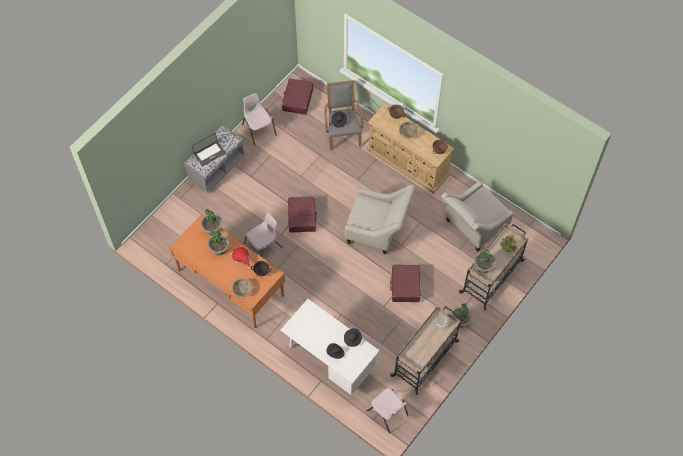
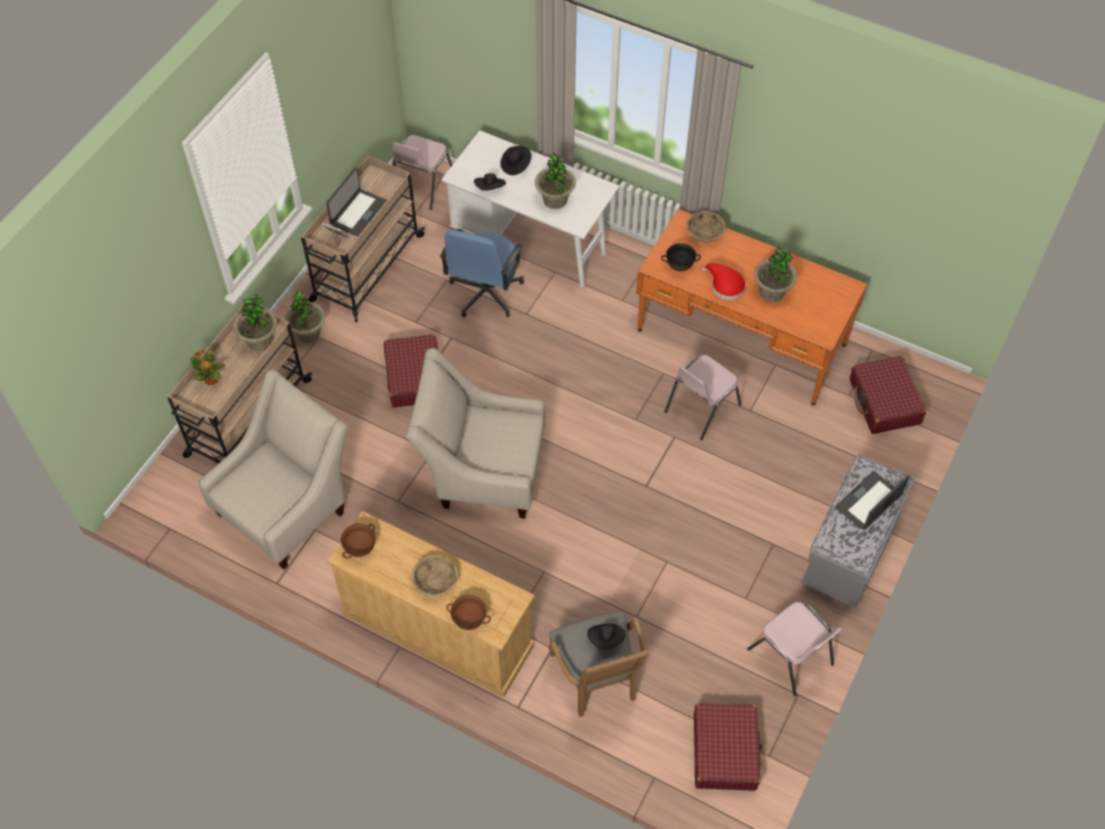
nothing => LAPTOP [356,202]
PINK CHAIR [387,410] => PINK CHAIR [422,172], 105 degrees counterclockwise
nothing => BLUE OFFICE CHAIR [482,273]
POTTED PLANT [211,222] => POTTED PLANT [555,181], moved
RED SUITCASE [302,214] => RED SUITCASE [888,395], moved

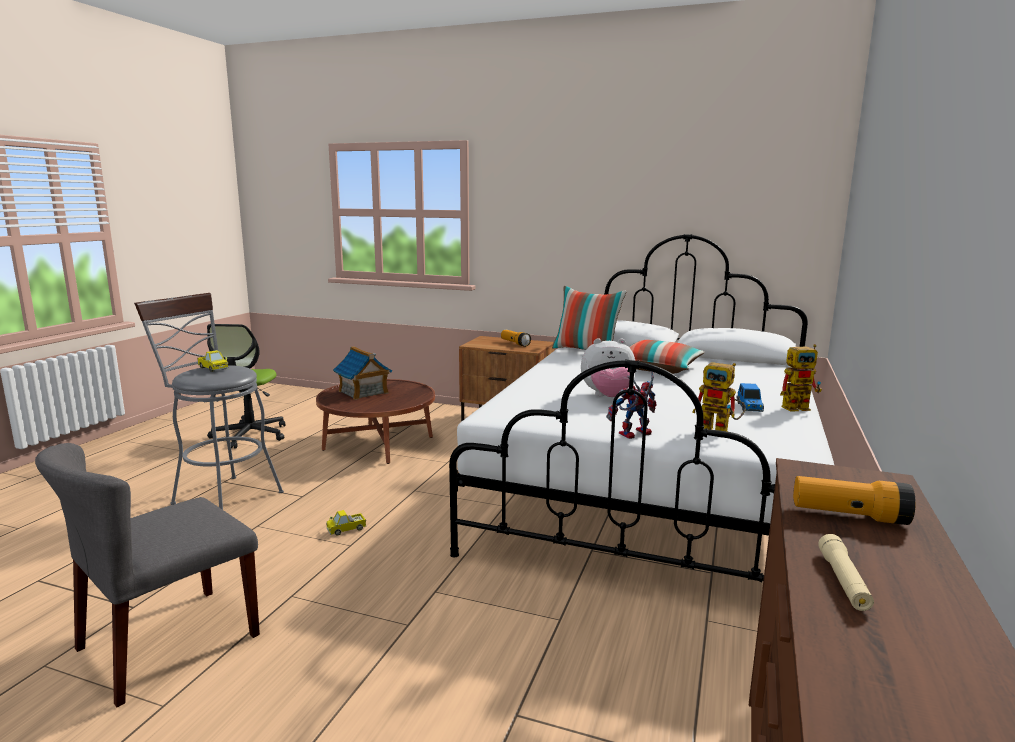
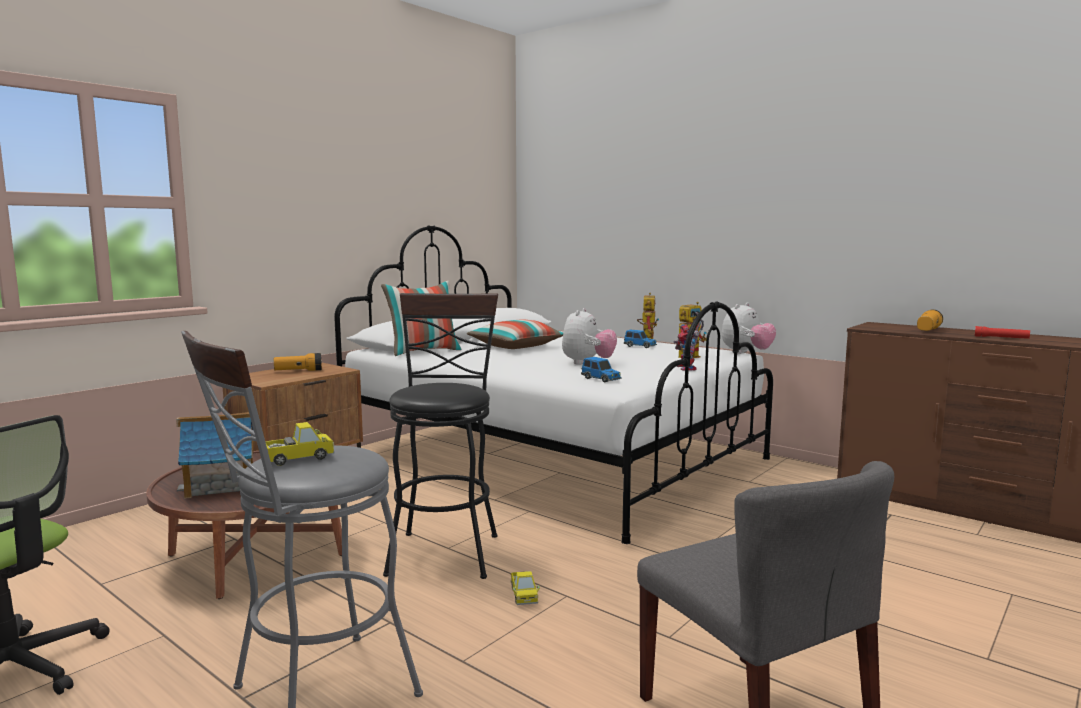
nothing => BLACK STOOL [440,436]
nothing => TOY CAR [601,370]
nothing => PLUSH TOY [749,328]
BEIGE FLASHLIGHT [846,572] => RED FLASHLIGHT [1002,332]

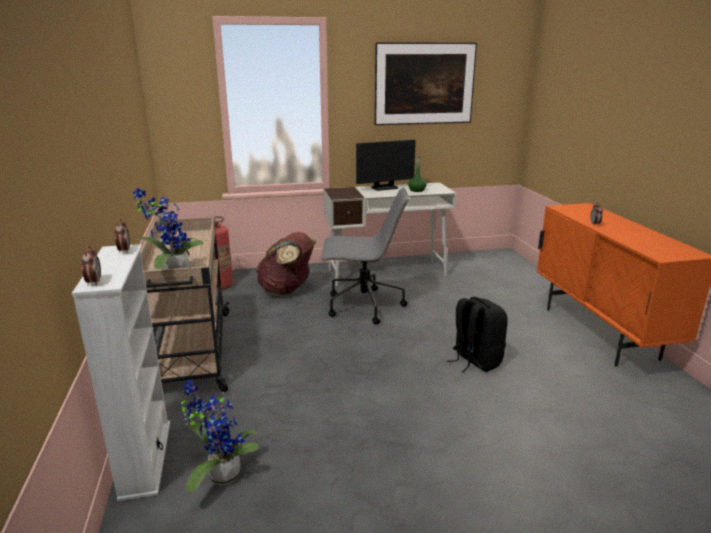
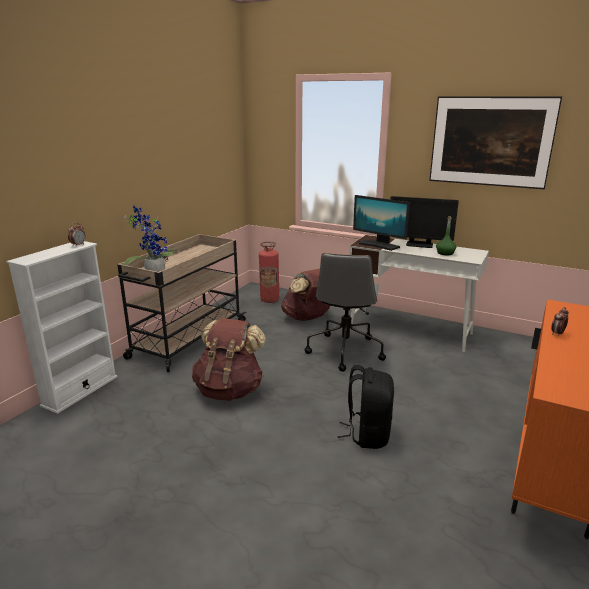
nothing => BROWN BACKPACK [229,359]
GREY OFFICE CHAIR [365,256] => GREY OFFICE CHAIR [345,312], 60 degrees clockwise
nothing => MONITOR [381,223]
ALARM CLOCK [91,265] => nothing
POTTED PLANT [219,435] => nothing

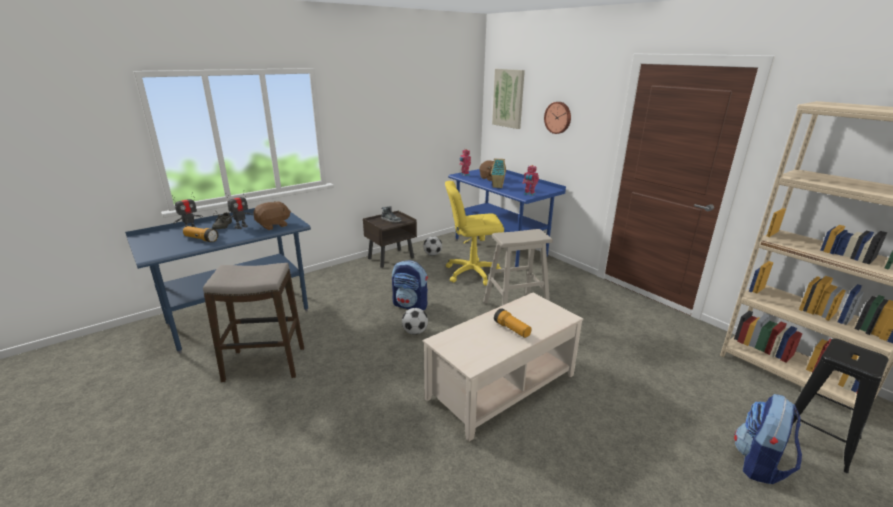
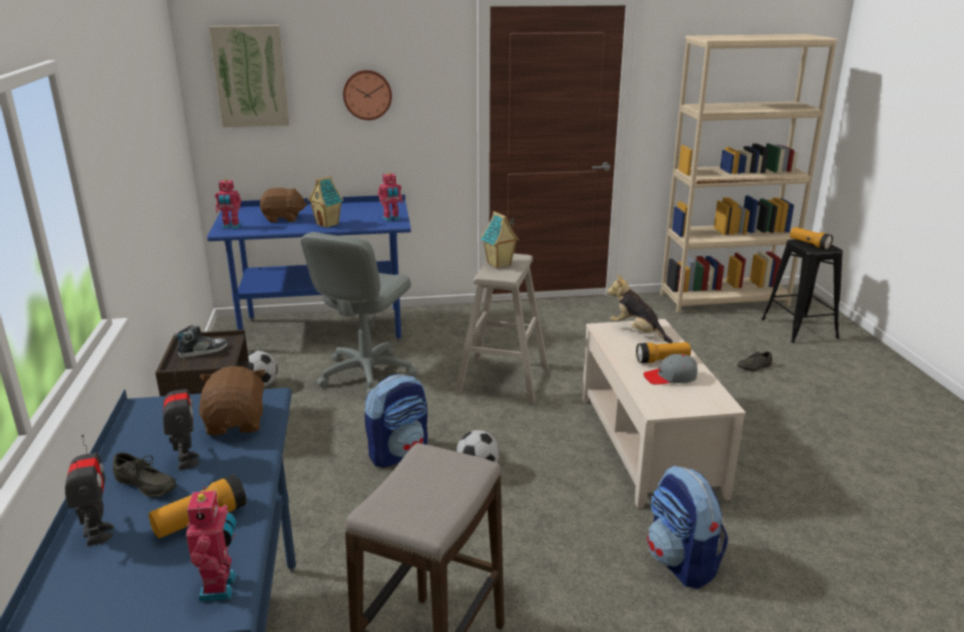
nothing => TOY ROBOT [211,544]
YELLOW OFFICE CHAIR [474,233] => GREY OFFICE CHAIR [359,314]
nothing => TOY HOUSE [499,240]
nothing => PLUSH TOY [640,308]
nothing => GREY CAP [670,369]
BACKPACK [768,439] => BACKPACK [687,527], moved
nothing => GREY SHOE [754,358]
nothing => FLASHLIGHT [811,238]

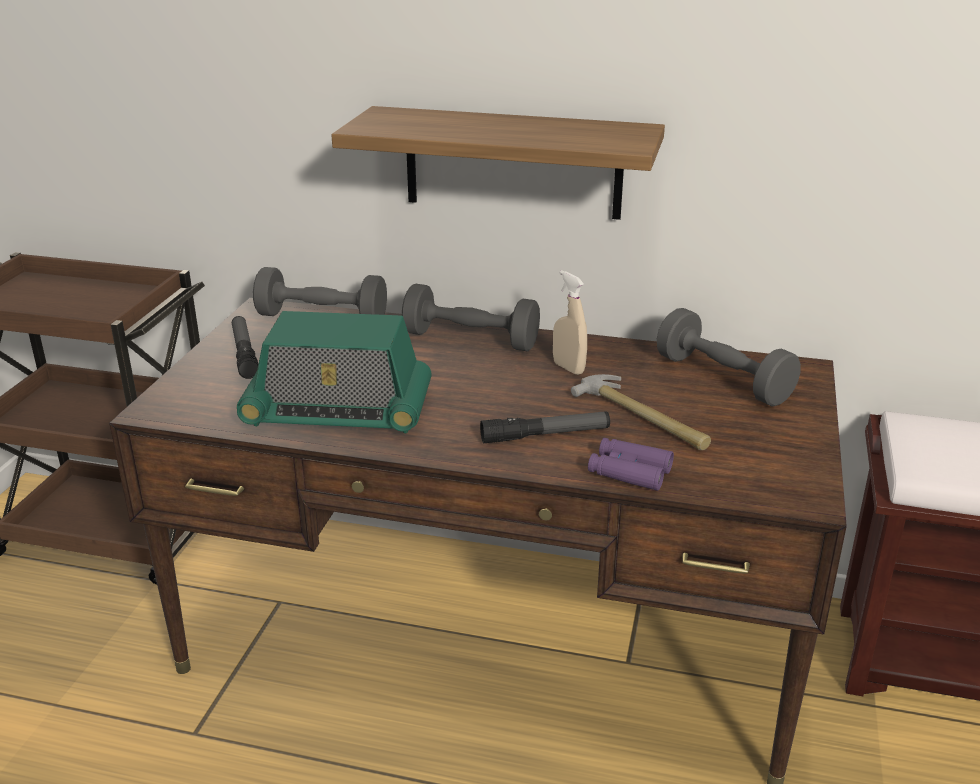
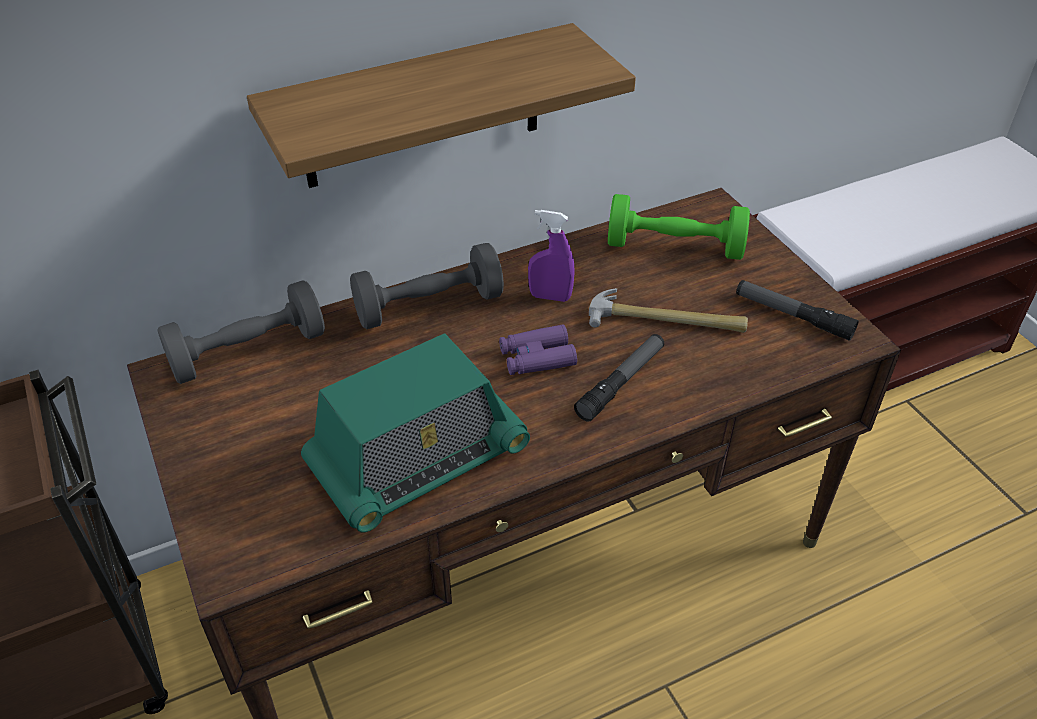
PURPLE BINOCULARS [631,464] => PURPLE BINOCULARS [538,349], moved
BEIGE SPRAY BOTTLE [570,322] => PURPLE SPRAY BOTTLE [551,256]
GREY DUMBBELL [729,357] => GREEN DUMBBELL [679,227]
FLASHLIGHT [245,347] => FLASHLIGHT [797,310], moved

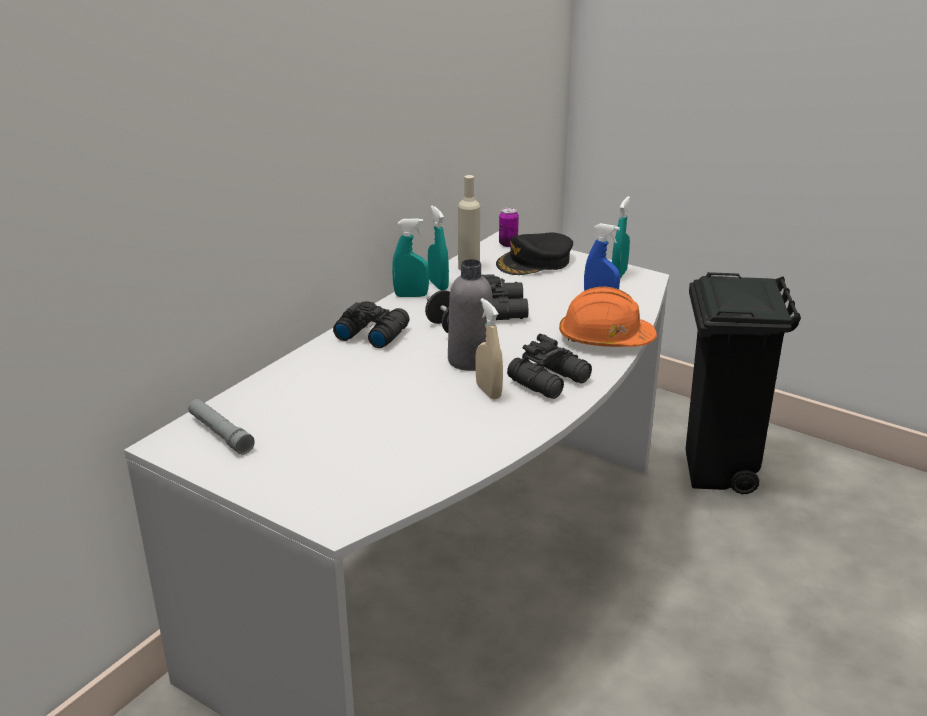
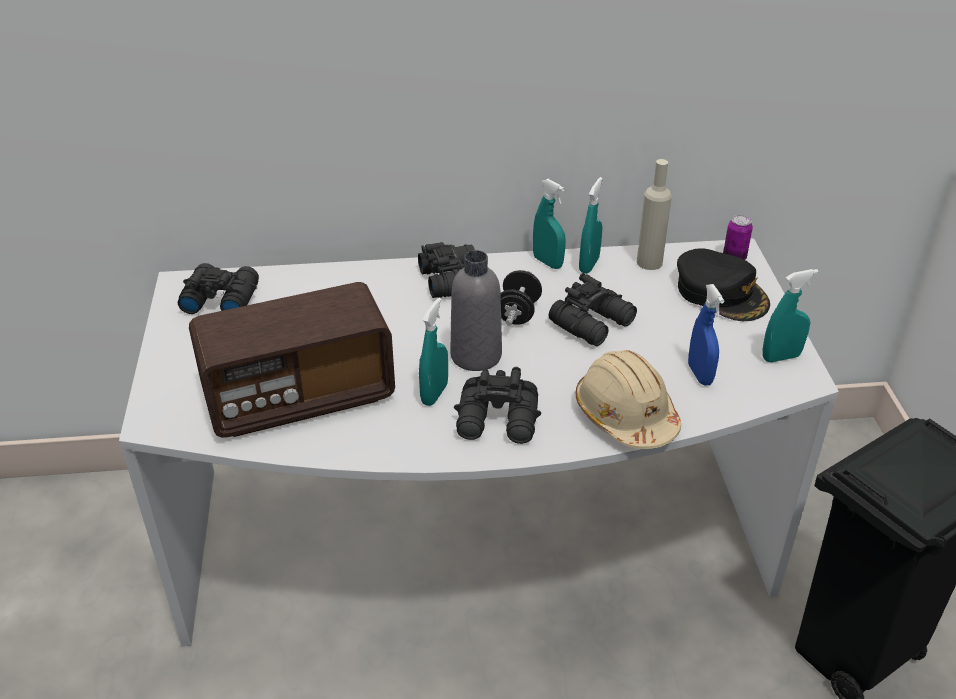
GREY FLASHLIGHT [221,426] => BLACK BINOCULARS [218,288]
nothing => RADIO [292,360]
BEIGE SPRAY BOTTLE [489,348] => TURQUOISE SPRAY BOTTLE [433,352]
ORANGE HARD HAT [608,317] => BEIGE HARD HAT [628,399]
BLACK CAP [534,253] => BLACK CAP [723,284], 150 degrees counterclockwise

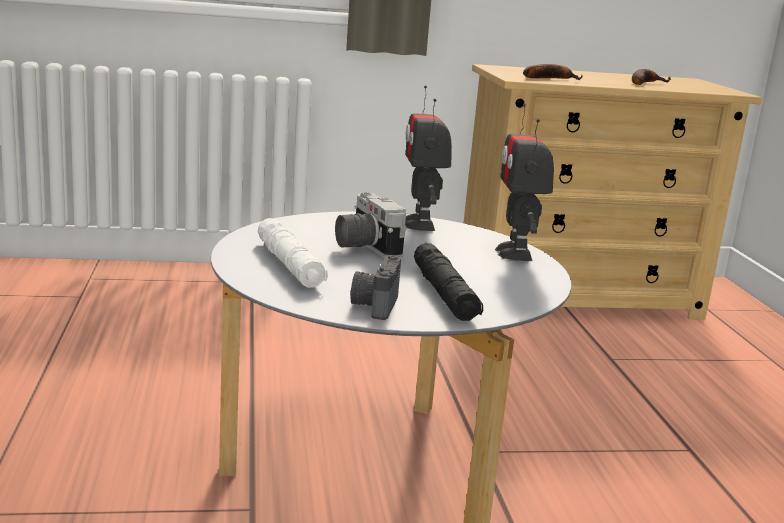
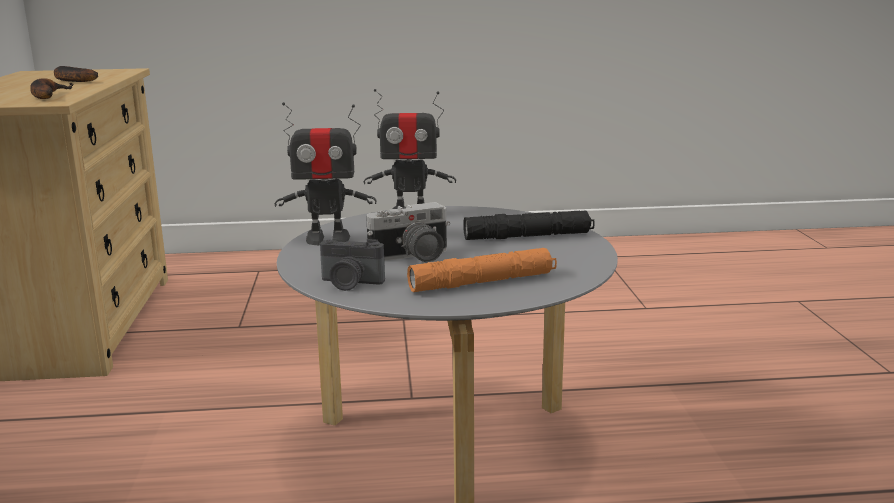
PHOTO CAMERA [376,287] => PHOTO CAMERA [352,265], moved
WHITE FLASHLIGHT [293,253] => ORANGE FLASHLIGHT [482,270]

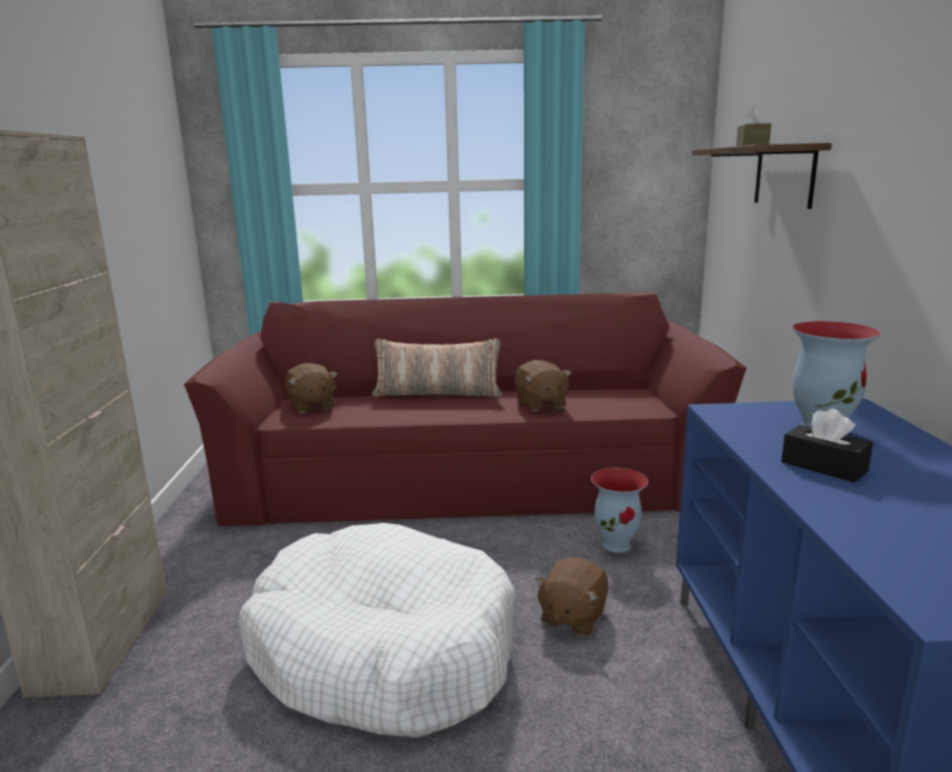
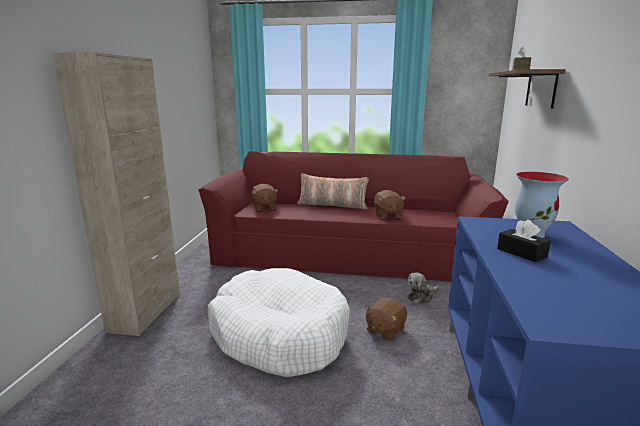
VASE [619,510] => PLUSH TOY [424,288]

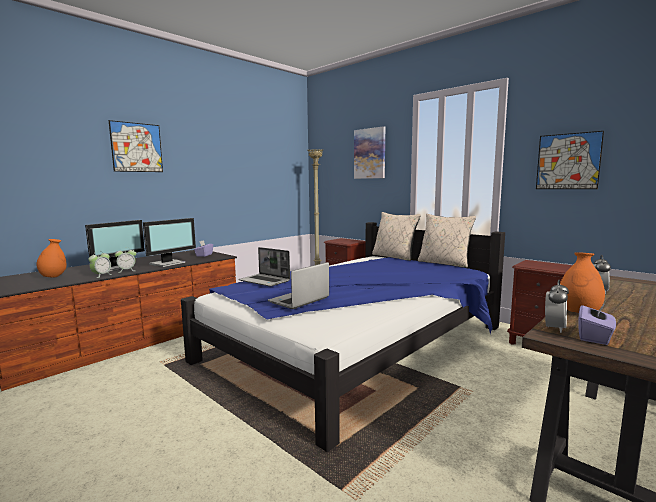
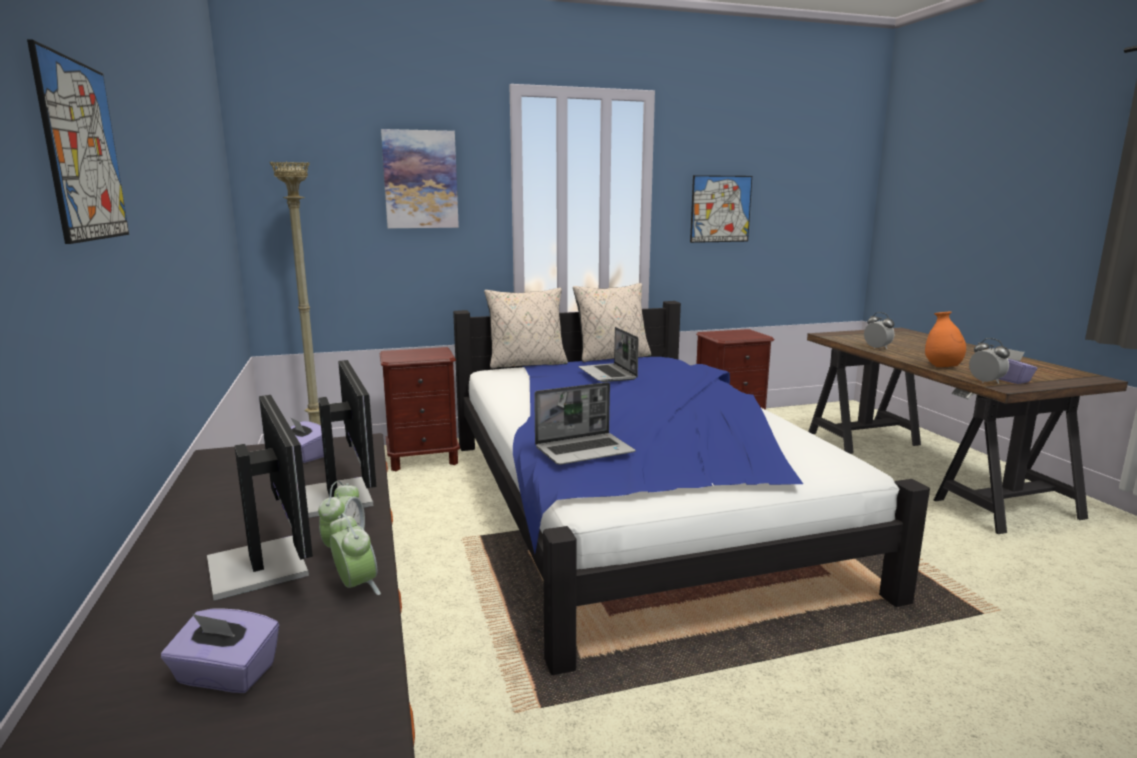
ORANGE VASE [52,258] => PURPLE TISSUE BOX [220,651]
LAPTOP [298,285] => LAPTOP [608,354], moved

